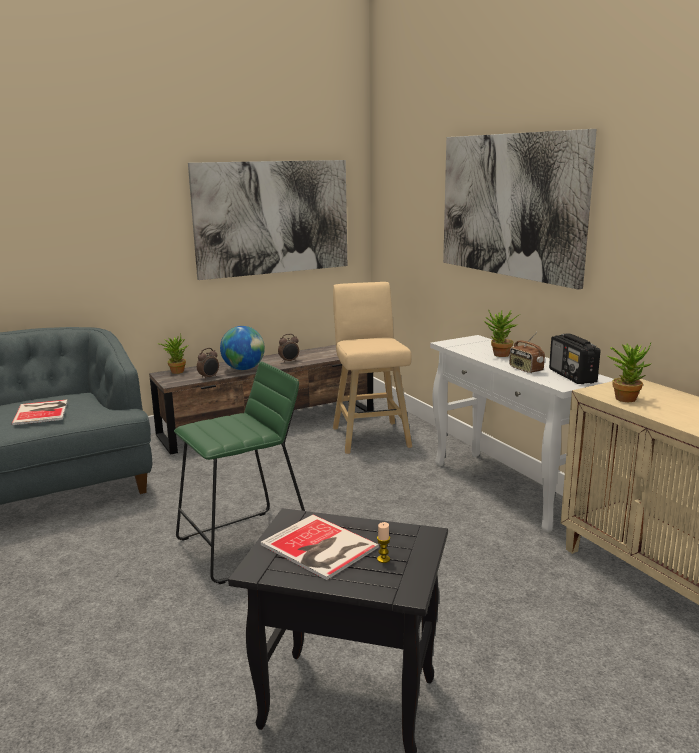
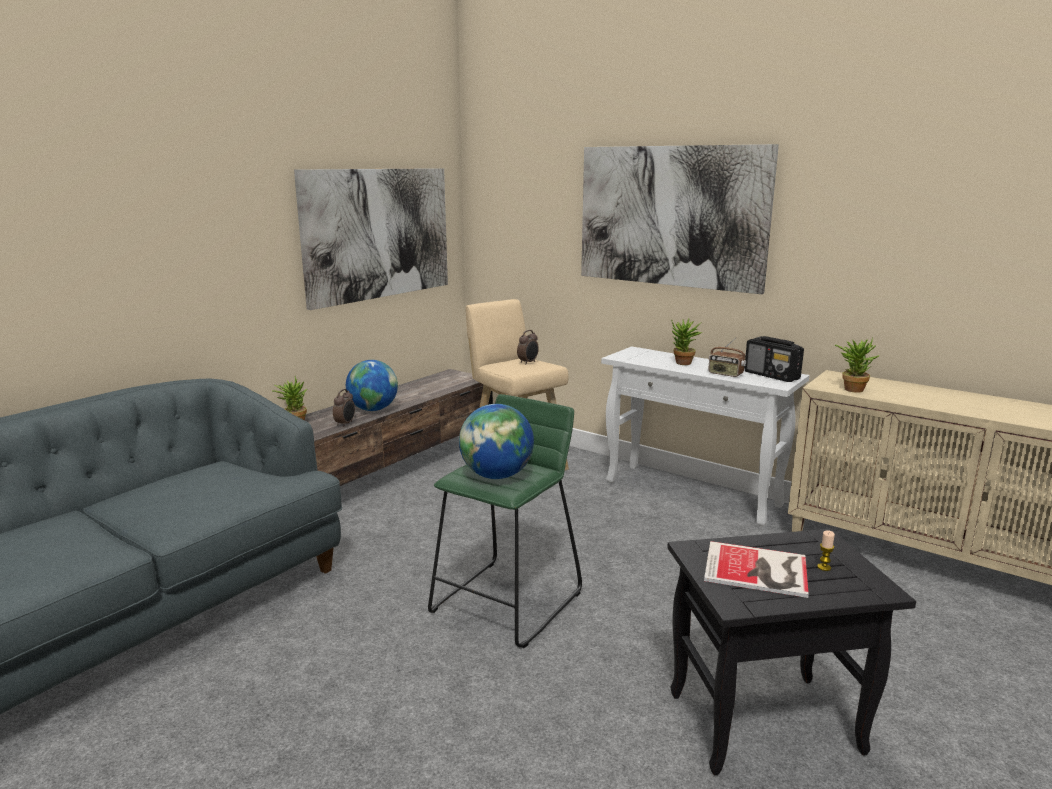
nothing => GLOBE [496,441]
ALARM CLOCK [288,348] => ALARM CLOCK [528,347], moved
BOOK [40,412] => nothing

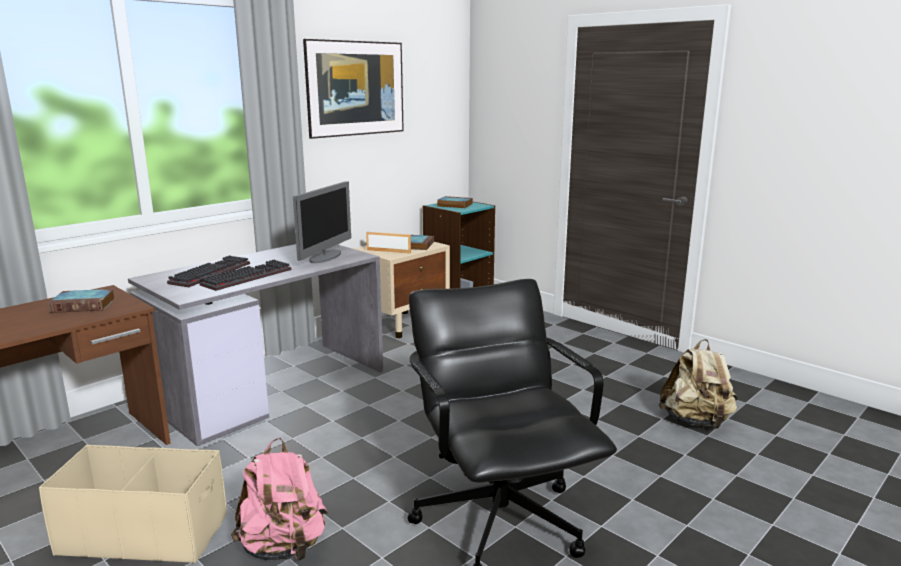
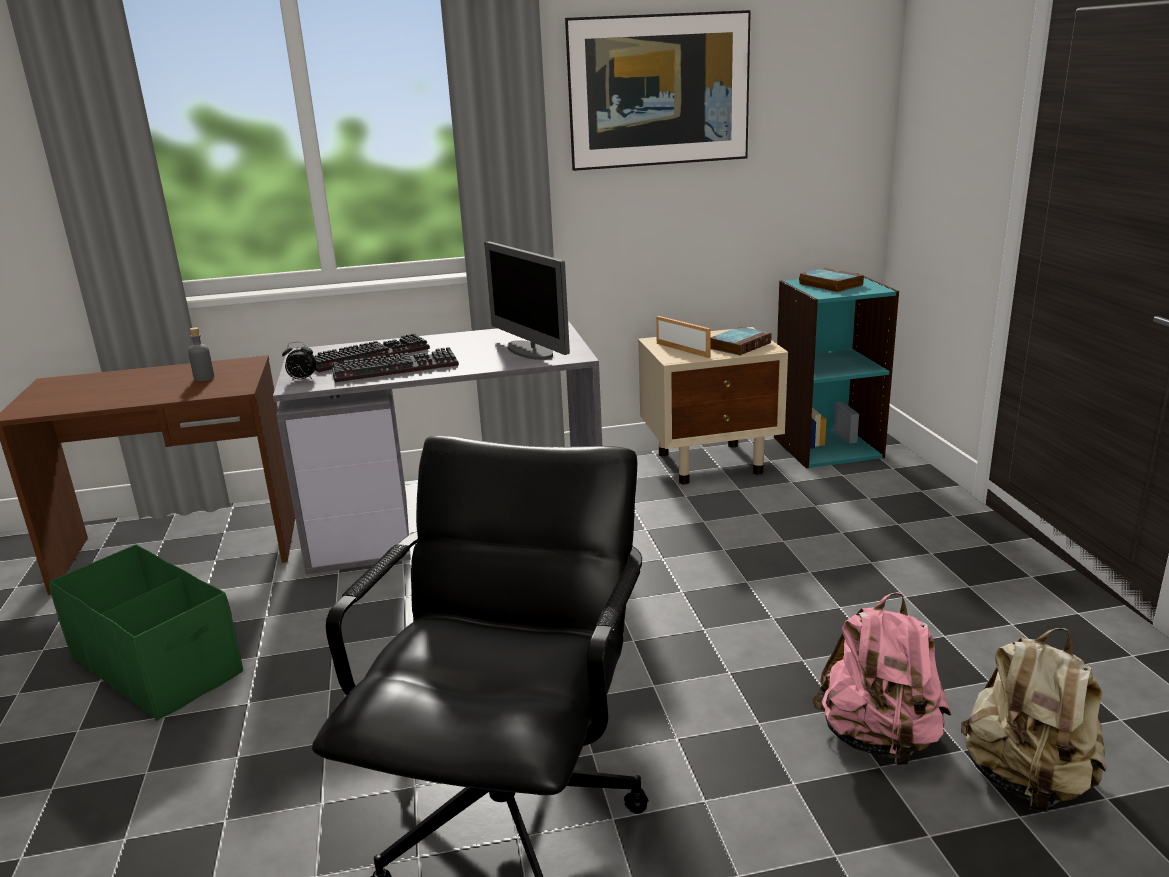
BEIGE STORAGE BOX [133,504] => GREEN STORAGE BOX [146,633]
BOOK [81,301] => GREY BOTTLE [201,354]
nothing => ALARM CLOCK [299,361]
MONITOR [322,222] => MONITOR [527,300], 90 degrees clockwise
PINK BACKPACK [279,500] => PINK BACKPACK [881,679], moved

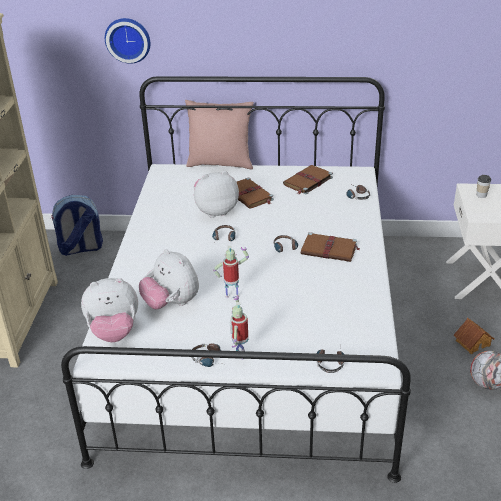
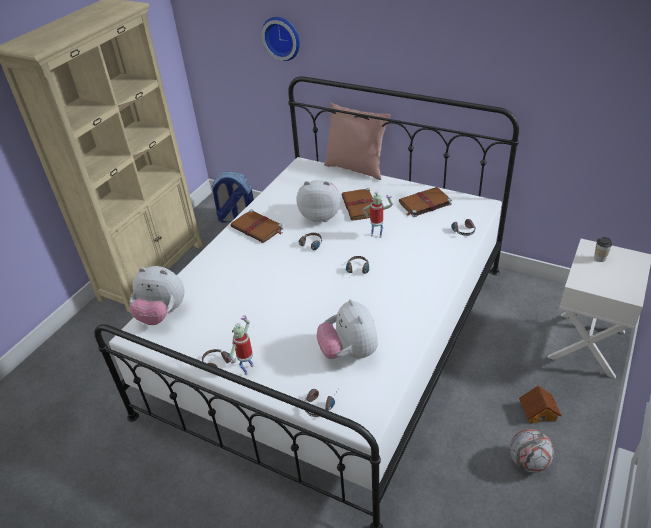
BROWN BOOK [330,247] => BROWN BOOK [256,226], moved
PLUSH TOY [169,279] => PLUSH TOY [347,329], moved
TOY ROBOT [231,272] => TOY ROBOT [378,214], moved

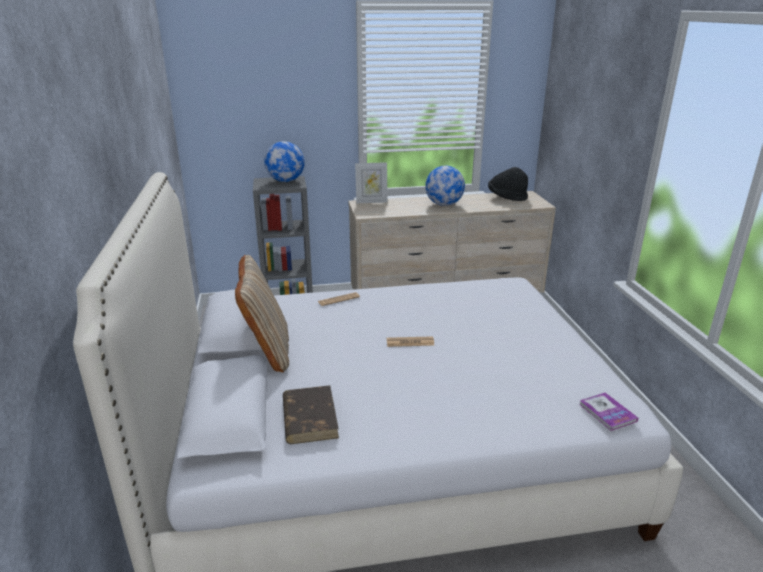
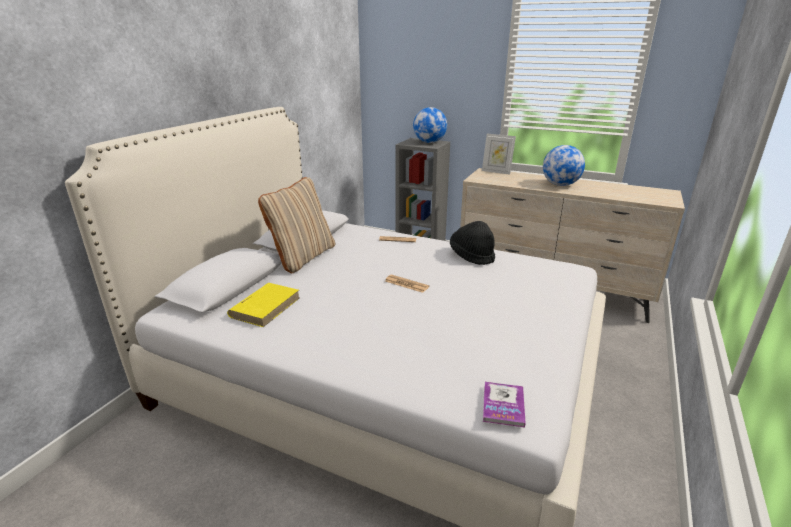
BROWN BOOK [311,414] => YELLOW BOOK [263,305]
BLACK HAT [508,184] => BLACK HAT [472,243], moved

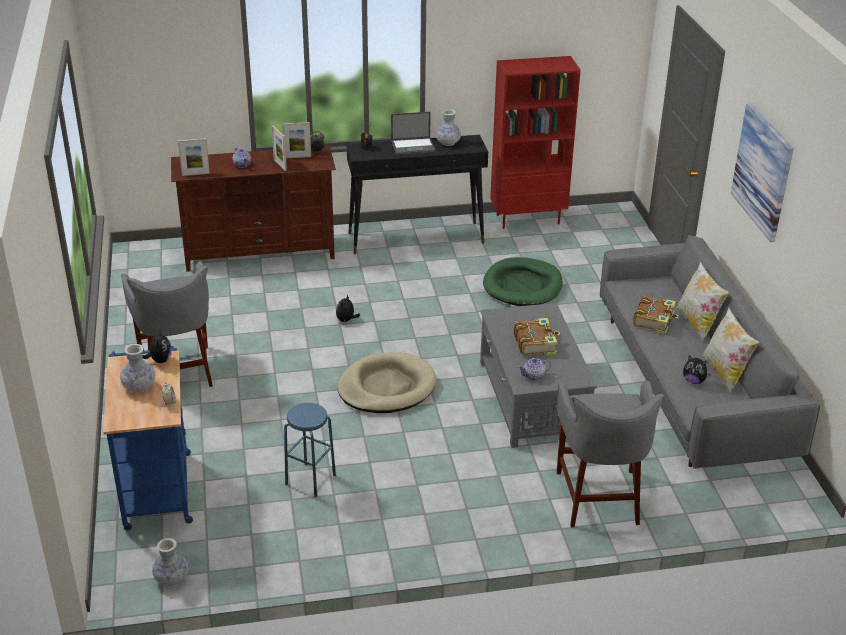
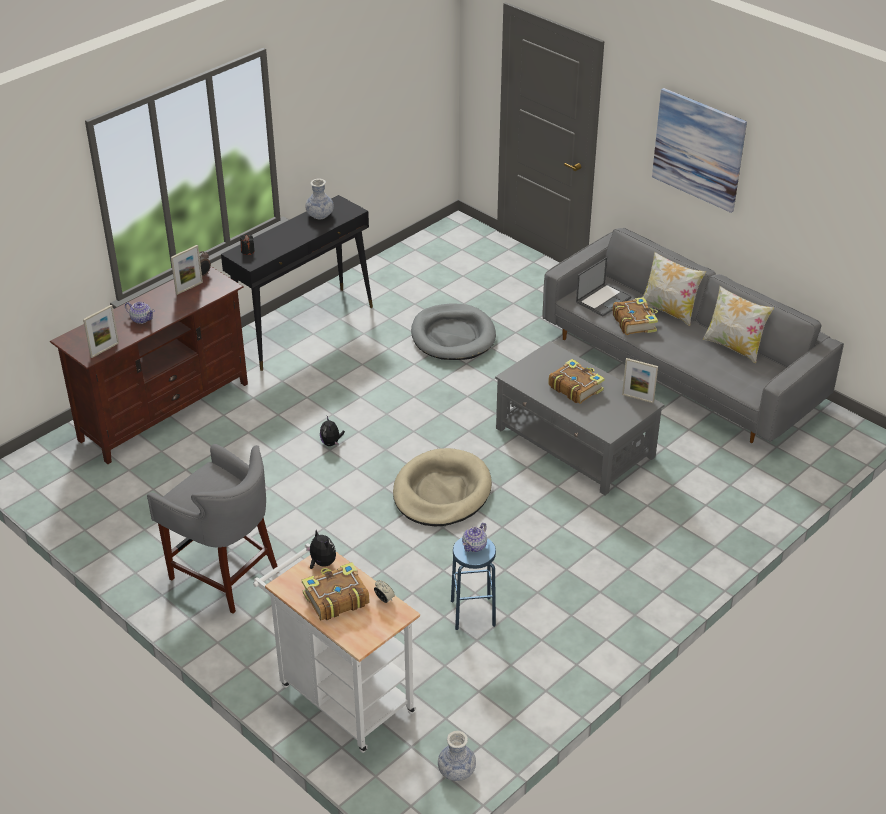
BLUE CART [148,438] => WHITE CART [336,648]
VASE [137,368] => BOOK [335,591]
GREEN DOG BED [523,281] => GREY DOG BED [453,331]
TEAPOT [534,369] => TEAPOT [474,537], moved
LAPTOP [413,133] => LAPTOP [604,286], moved
PICTURE FRAME [279,148] => PICTURE FRAME [640,380], moved
RED BOOKCASE [535,142] => nothing
GREY STOOL [610,454] => nothing
PLUSH TOY [697,370] => nothing

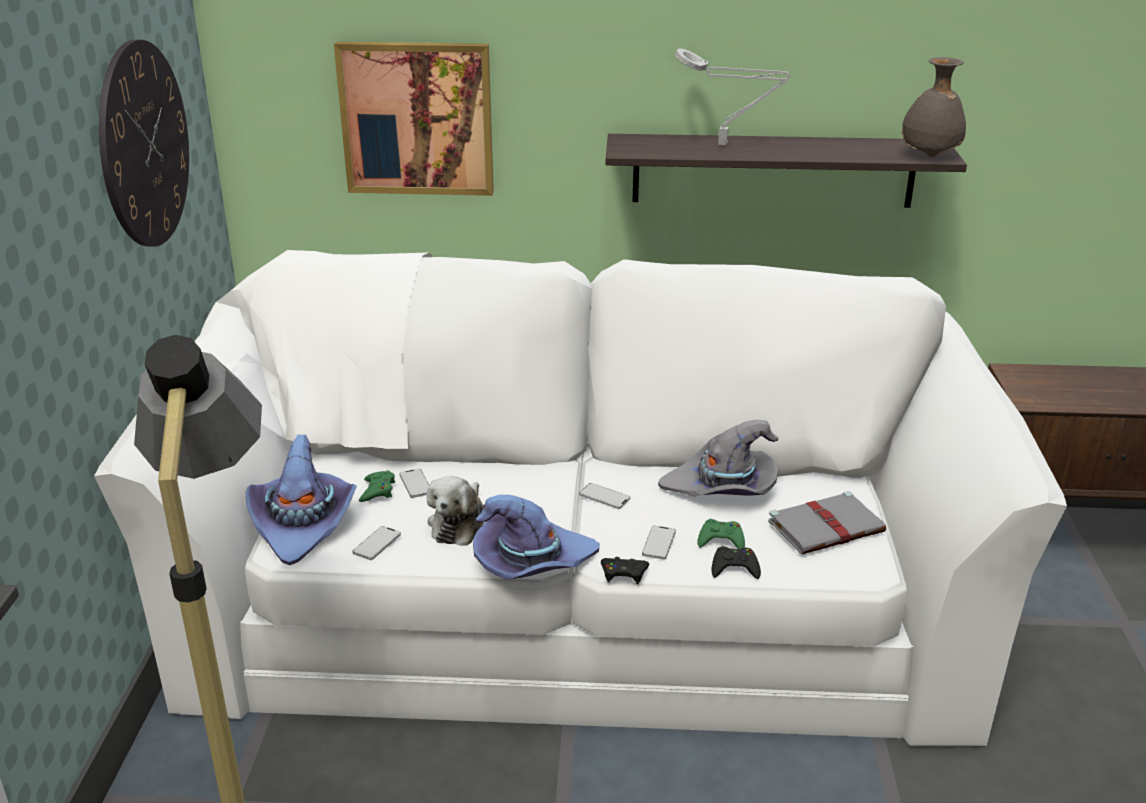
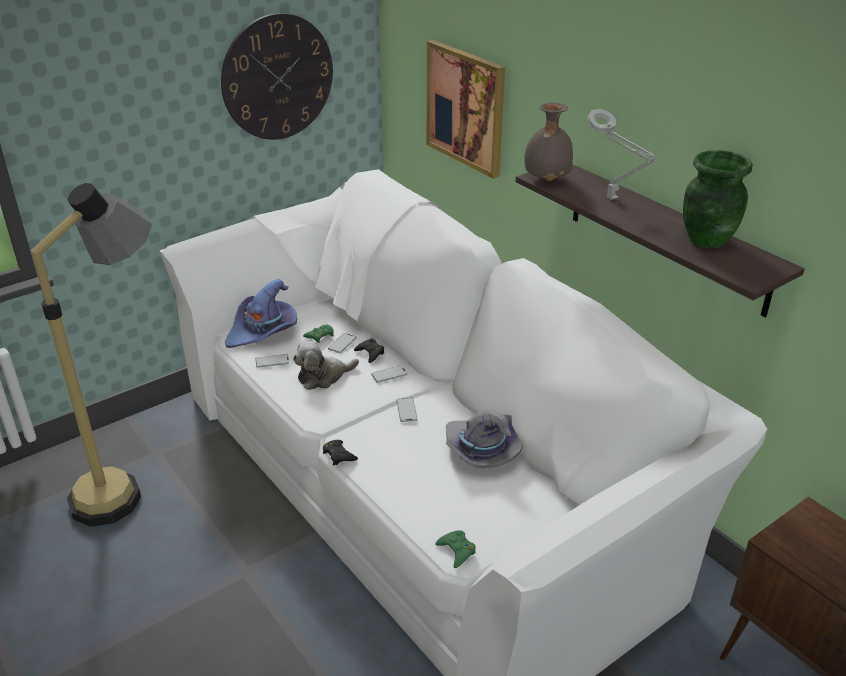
BLACK GAME CONTROLLER [736,562] => BLACK GAME CONTROLLER [369,350], moved
PHONE [659,542] => PHONE [389,374], moved
GREEN GAME CONTROLLER [721,534] => GREEN GAME CONTROLLER [455,549], moved
GREY VASE [933,107] => GREY VASE [548,141], moved
nothing => GREEN VASE [718,199]
PURPLE HAT [536,537] => nothing
GREY BOOK [827,522] => nothing

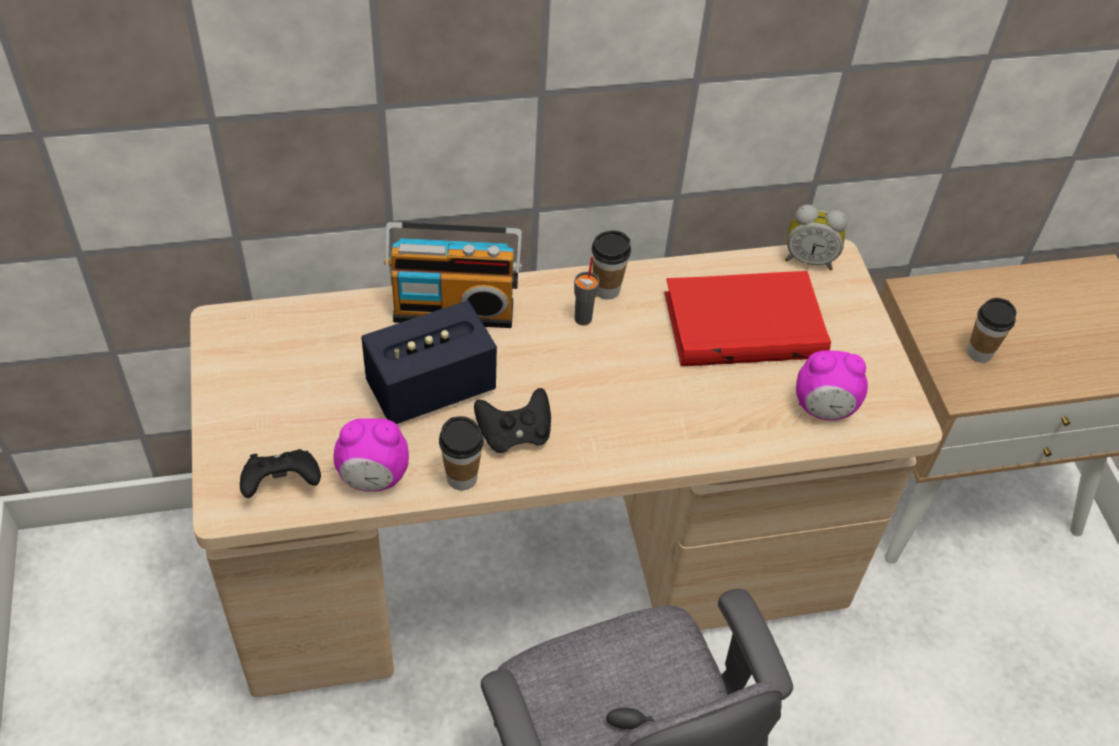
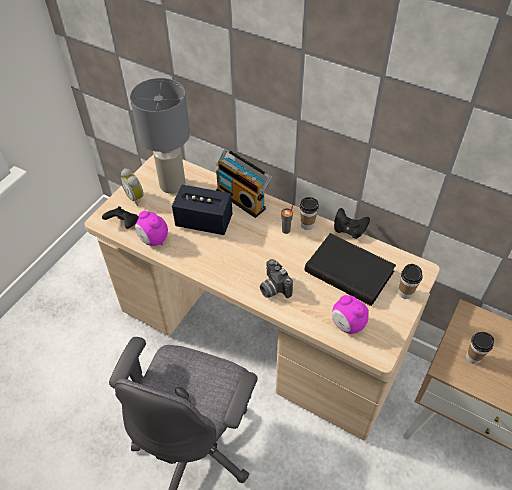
ALARM CLOCK [816,237] => ALARM CLOCK [132,187], moved
nothing => GREY TABLE LAMP [160,136]
nothing => PHOTO CAMERA [276,278]
RED BOOK [747,318] => BLACK BOOK [350,269]
BLACK GAME CONTROLLER [512,420] => BLACK GAME CONTROLLER [352,223], moved
CUP [461,453] => CUP [411,281], moved

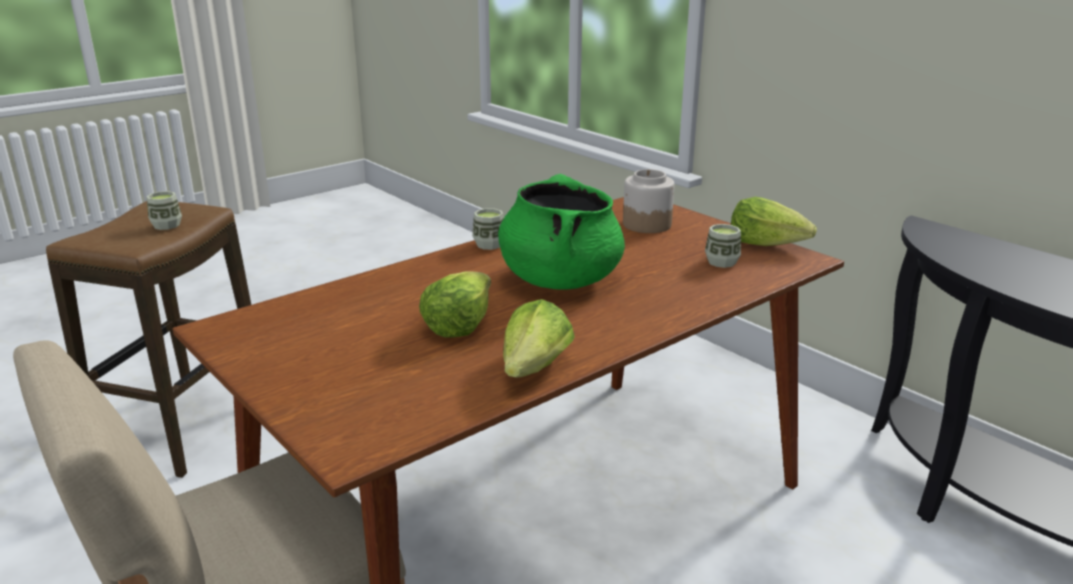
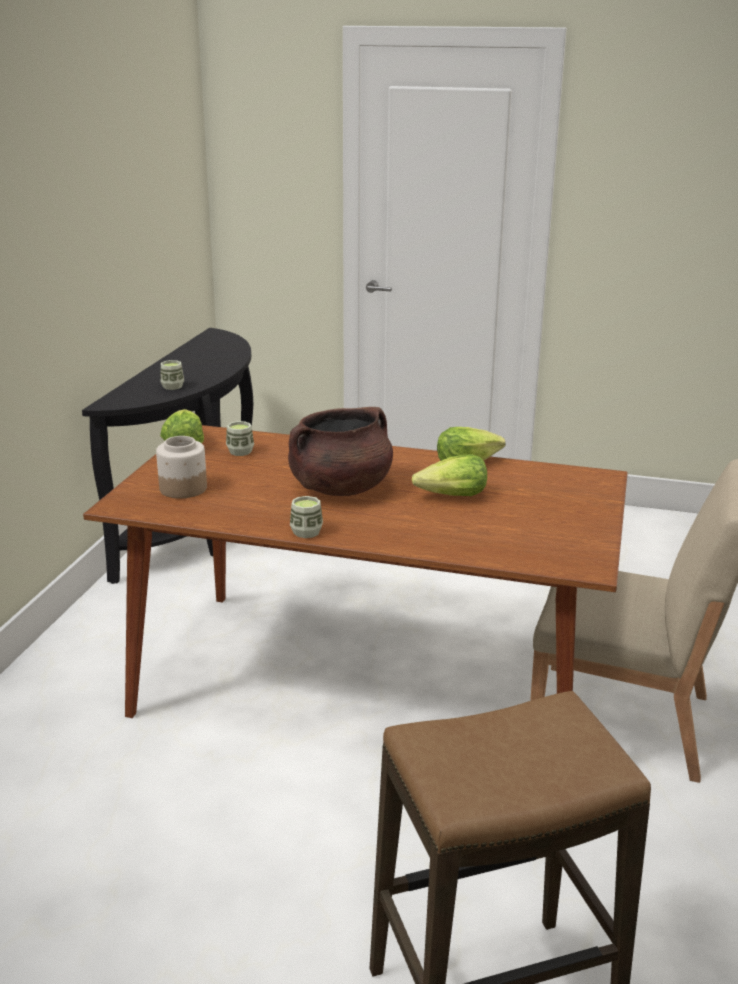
CUP [164,210] => CUP [172,375], moved
GREEN COOKING POT [561,231] => BROWN COOKING POT [340,451]

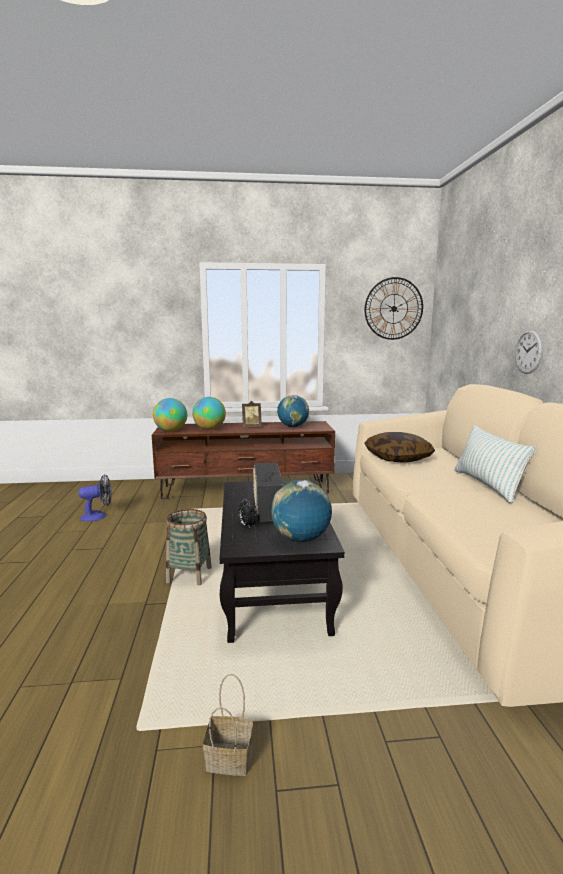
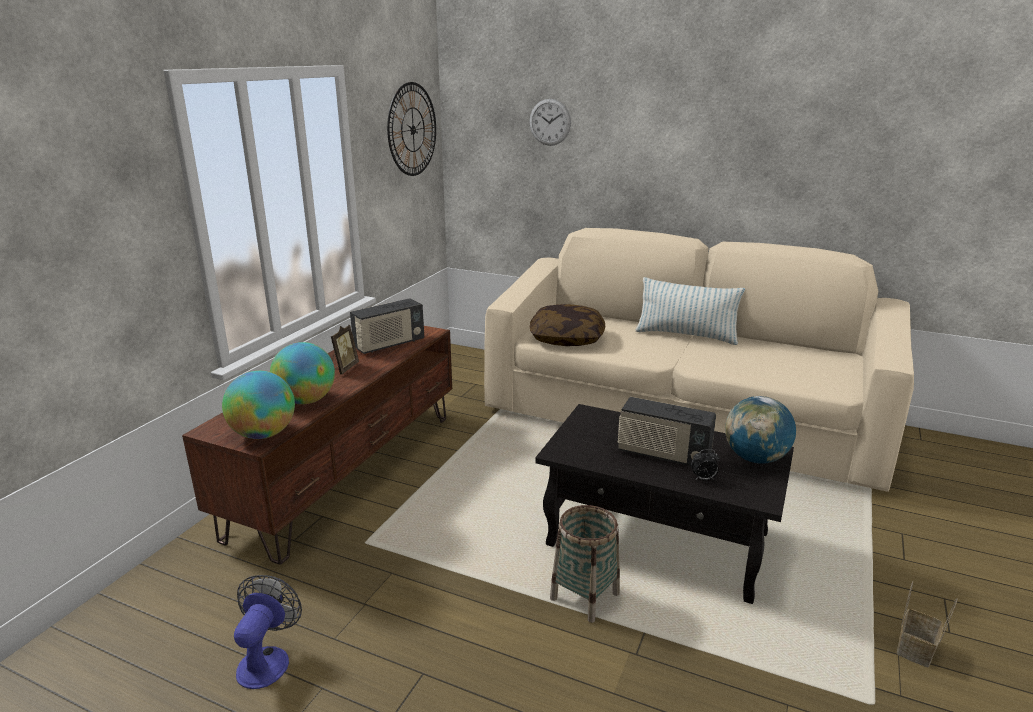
GLOBE [293,411] => RADIO [387,326]
WALL CLOCK [529,351] => WALL CLOCK [550,122], moved

